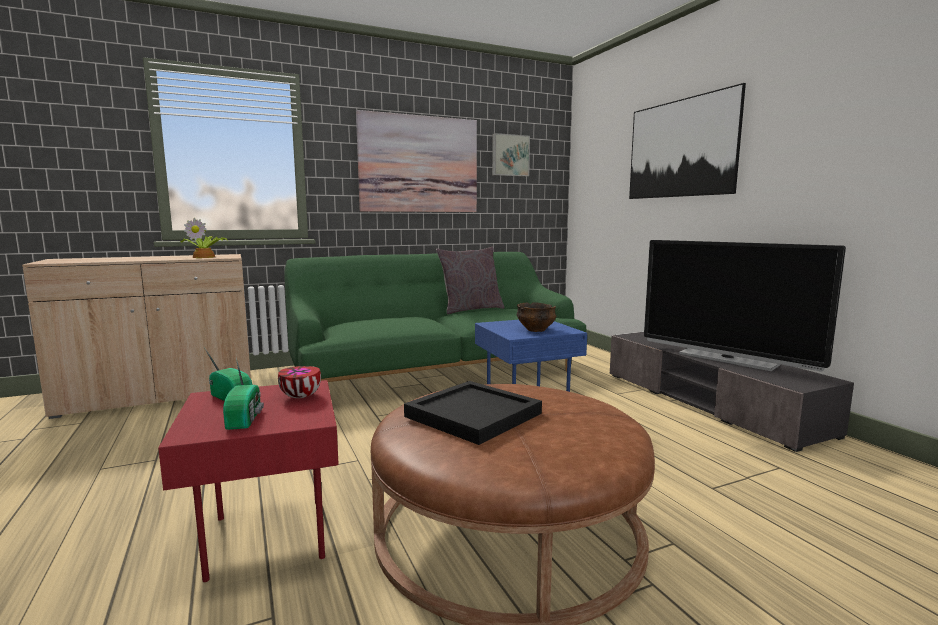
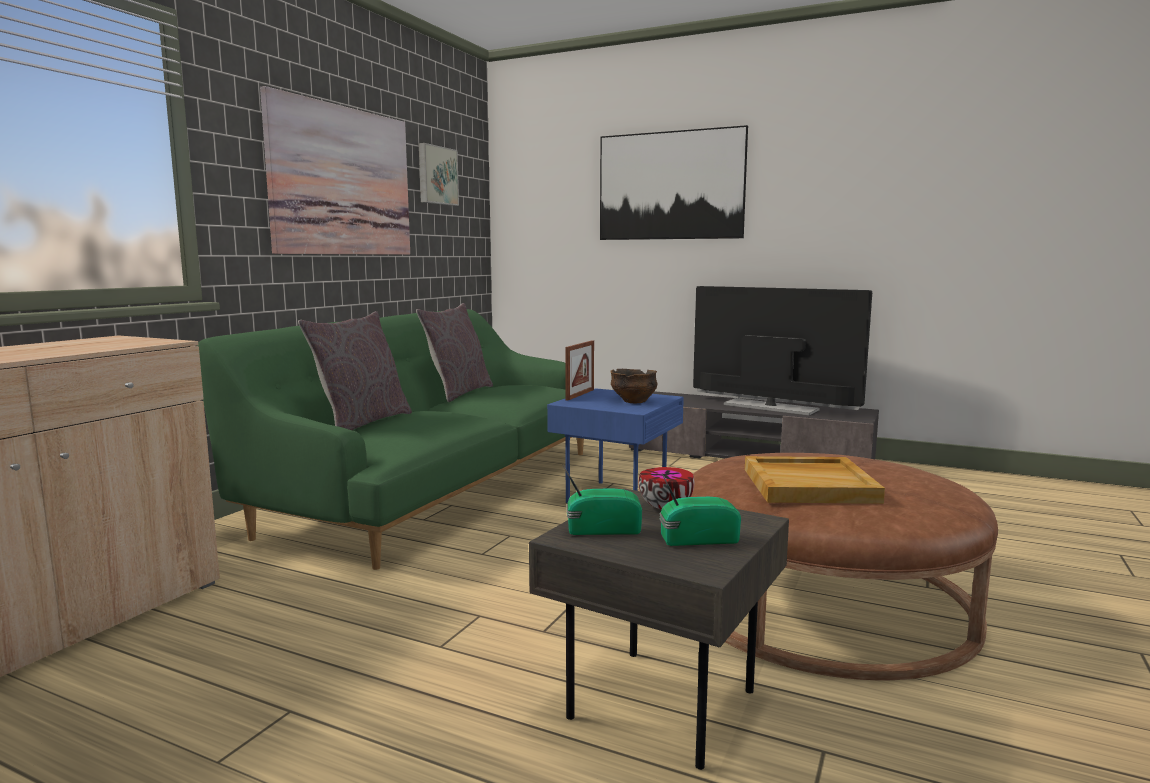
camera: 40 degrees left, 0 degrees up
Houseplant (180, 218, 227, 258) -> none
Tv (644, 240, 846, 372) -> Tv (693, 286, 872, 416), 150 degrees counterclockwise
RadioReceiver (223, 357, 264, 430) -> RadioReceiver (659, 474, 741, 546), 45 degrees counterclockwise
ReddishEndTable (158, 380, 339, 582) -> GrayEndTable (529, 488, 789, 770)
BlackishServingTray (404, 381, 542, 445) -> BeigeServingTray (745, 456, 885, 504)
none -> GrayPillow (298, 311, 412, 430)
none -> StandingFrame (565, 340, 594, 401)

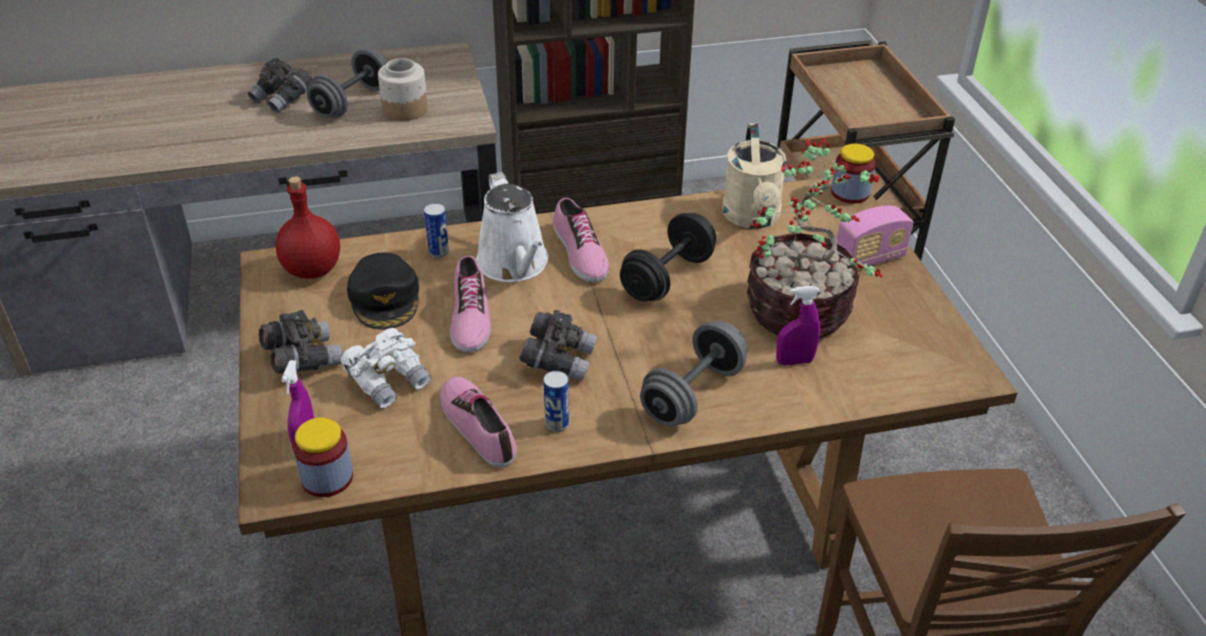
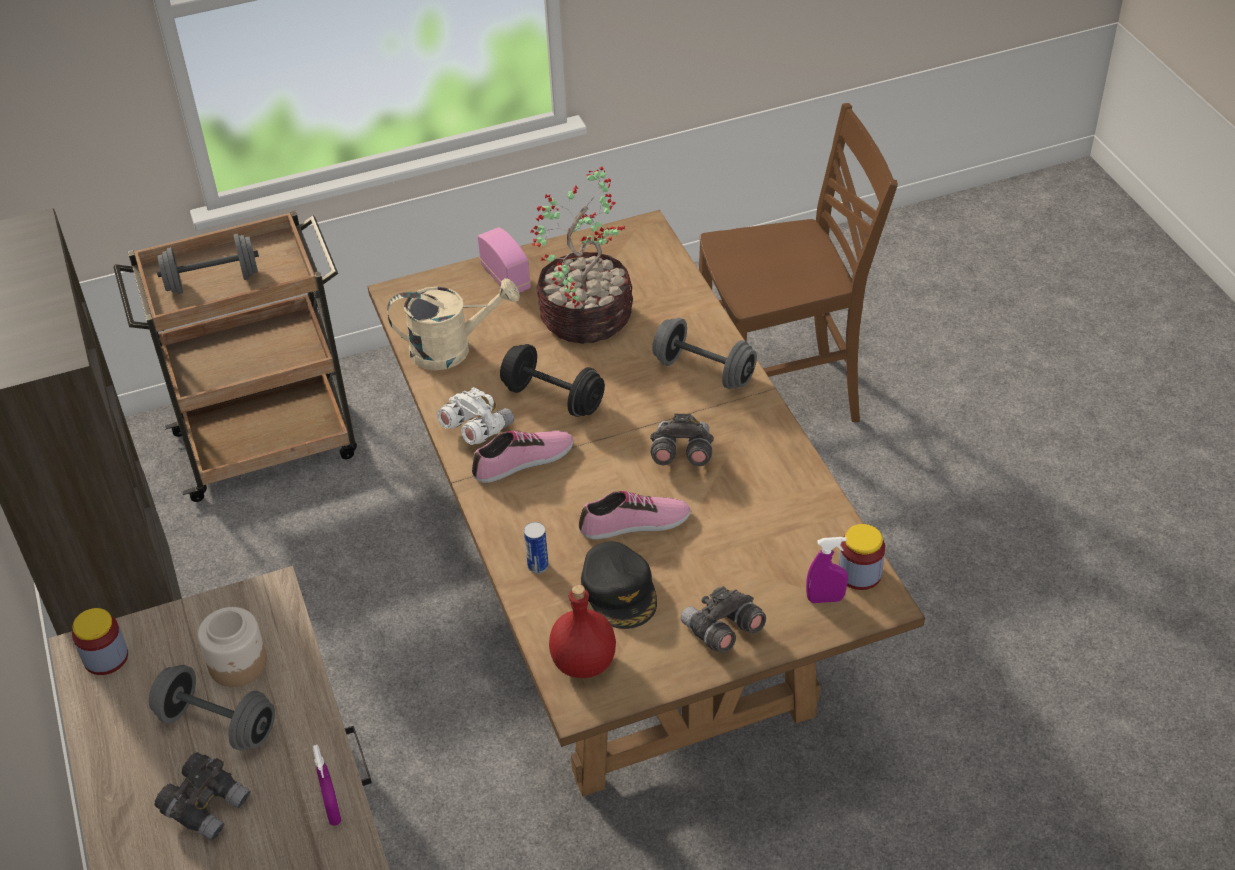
camera: 95 degrees left, 5 degrees up
Jar (831, 143, 876, 204) -> Jar (72, 608, 128, 675), relocated
WhitishWateringPot (476, 172, 548, 282) -> none
BlackishCap (347, 253, 419, 330) -> BlackishCap (581, 542, 657, 629), 90 degrees clockwise
PurplishHandSprayer (776, 286, 820, 366) -> PurplishHandSprayer (313, 745, 342, 826), relocated
WhitishPairOfBinoculars (340, 328, 432, 409) -> WhitishPairOfBinoculars (437, 387, 514, 445), relocated
MetalCan (544, 371, 569, 432) -> none
LowShoe (440, 377, 517, 467) -> none
none -> GrayHandWeight (157, 234, 259, 294)

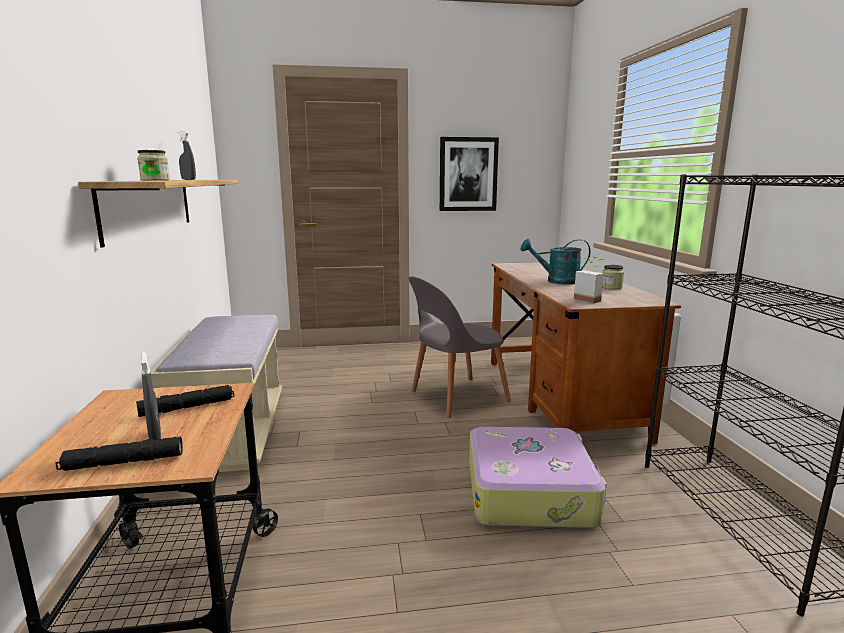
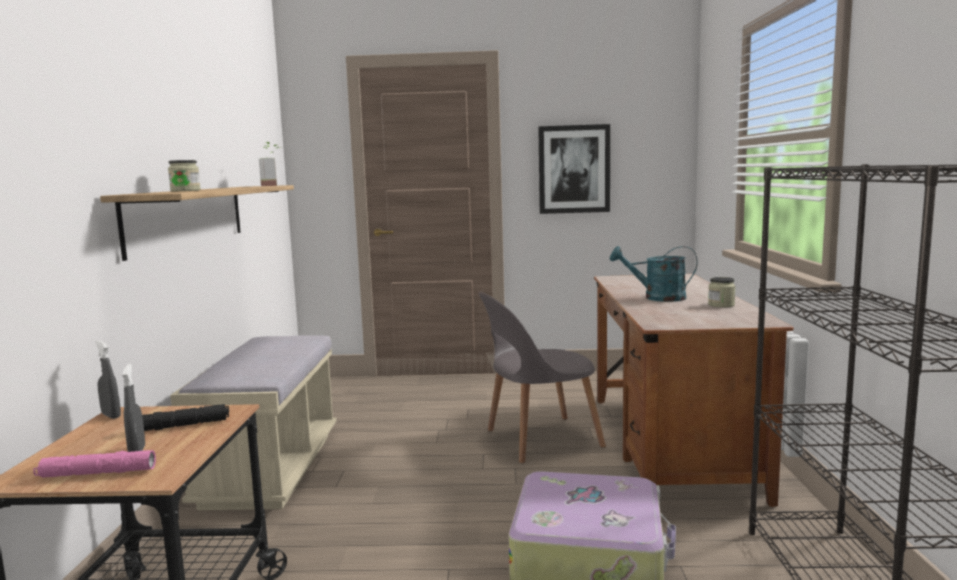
camera: 10 degrees right, 5 degrees down
GrayHandSprayer (178, 131, 196, 180) -> GrayHandSprayer (95, 341, 121, 419), relocated
Houseplant (574, 257, 605, 303) -> Houseplant (259, 142, 281, 186), relocated
BlackishFlashlight (55, 437, 183, 471) -> PinkFlashlight (33, 450, 156, 478)

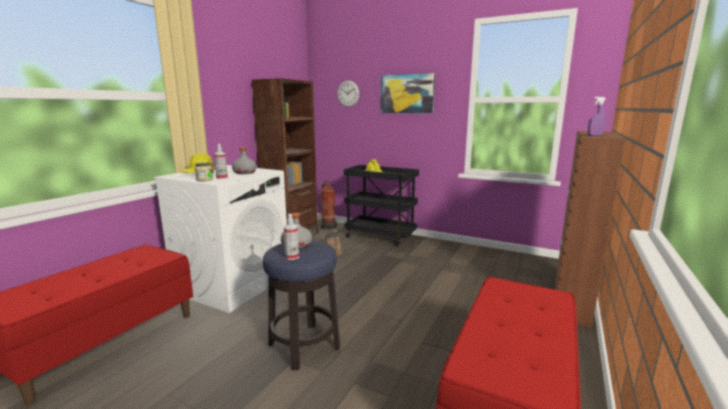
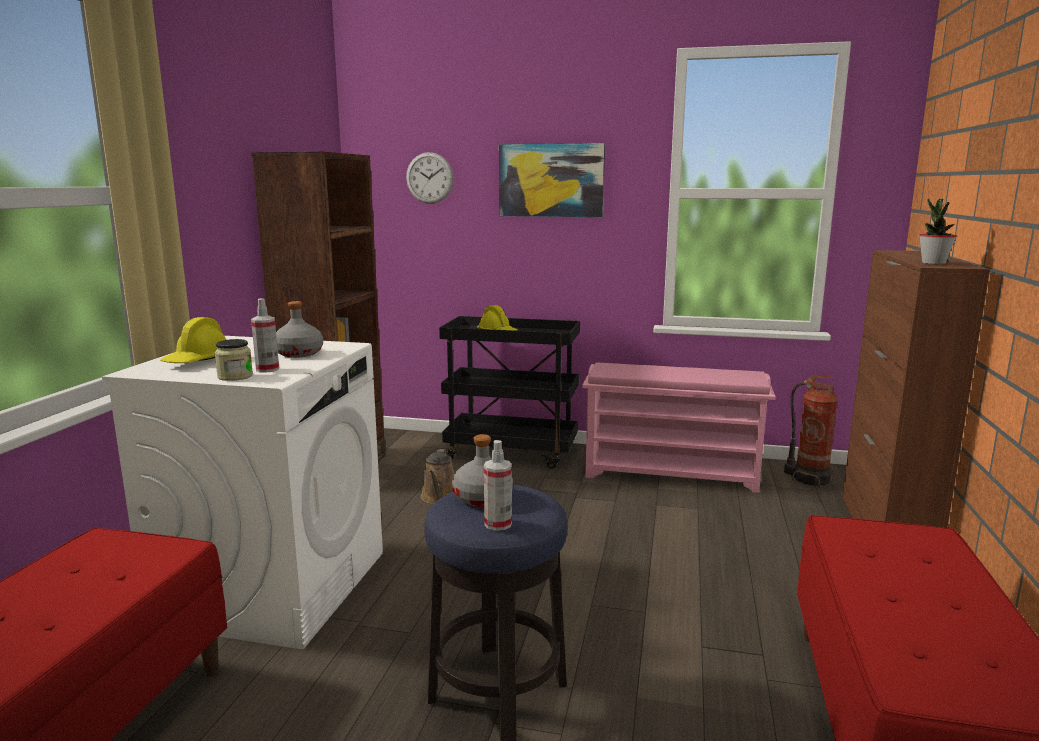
camera: 15 degrees left, 0 degrees up
PurplishHandSprayer (588, 97, 606, 136) -> Houseplant (919, 198, 957, 264)
FireExtinguisher (319, 181, 339, 230) -> FireExtinguisher (784, 375, 838, 488), relocated
none -> PinkShoeStand (582, 362, 776, 493)

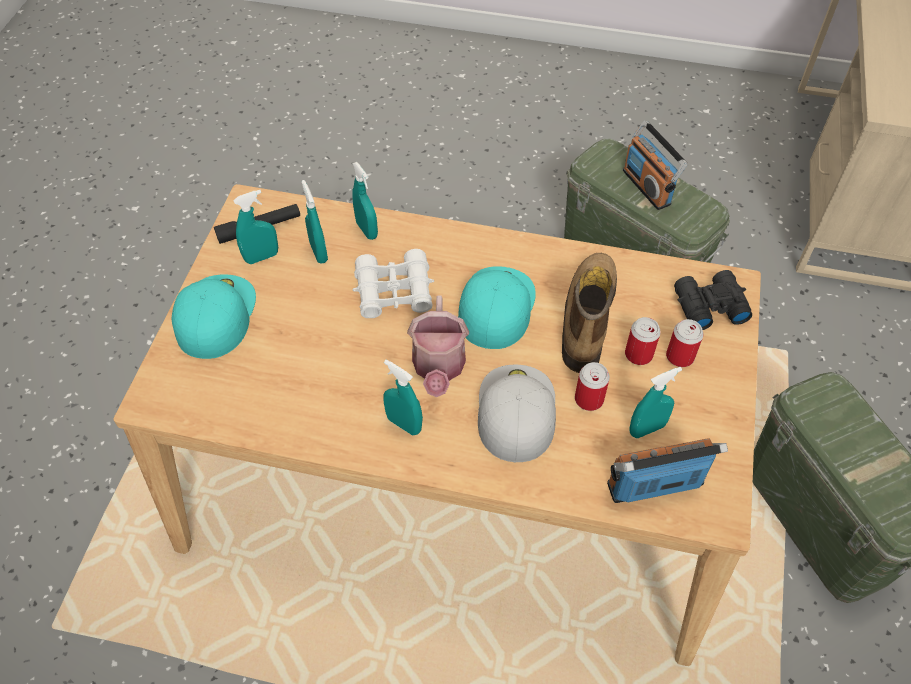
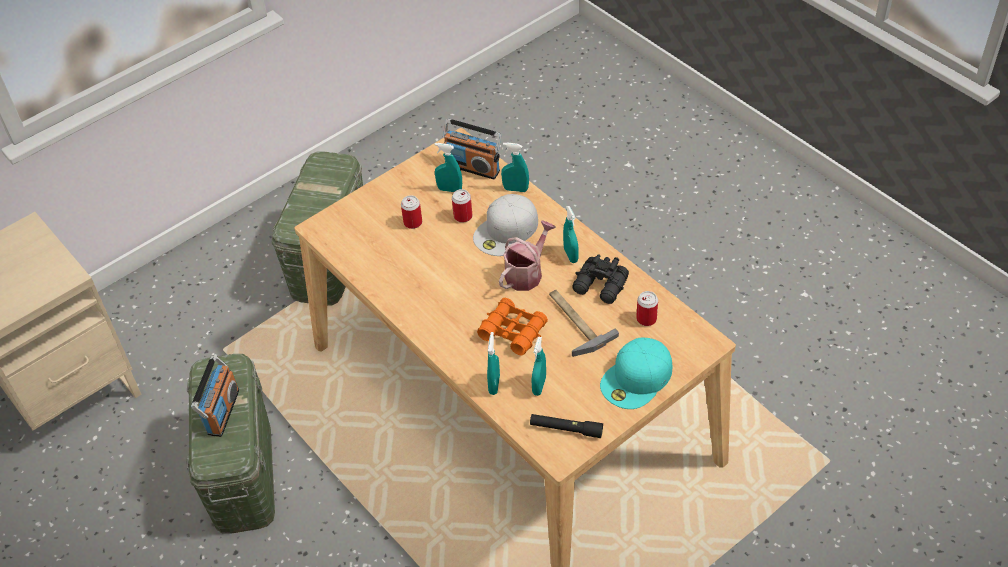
camera: 140 degrees left, 5 degrees down
BlueGreenHandSprayer (233, 190, 278, 264) -> BlueGreenHandSprayer (501, 142, 529, 192), relocated
WhitishPairOfBinoculars (353, 249, 434, 318) -> OrangeColouredPairOfBinoculars (477, 298, 548, 355)
Boot (562, 253, 617, 373) -> none
BlueGreenCap (458, 266, 536, 349) -> none
BlackishPairOfBinoculars (674, 270, 752, 330) -> BlackishPairOfBinoculars (572, 254, 629, 304), relocated
MetalCan (666, 319, 703, 367) -> MetalCan (636, 291, 658, 326), relocated
none -> ToolHammer (549, 290, 619, 357)

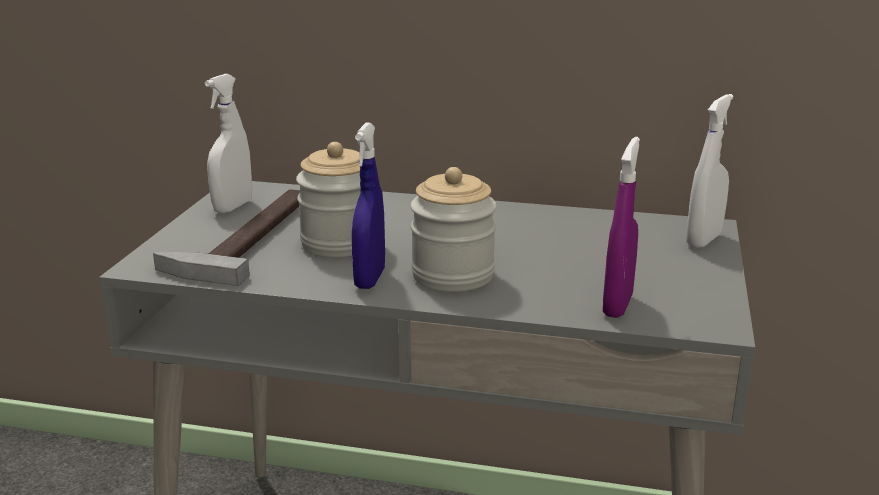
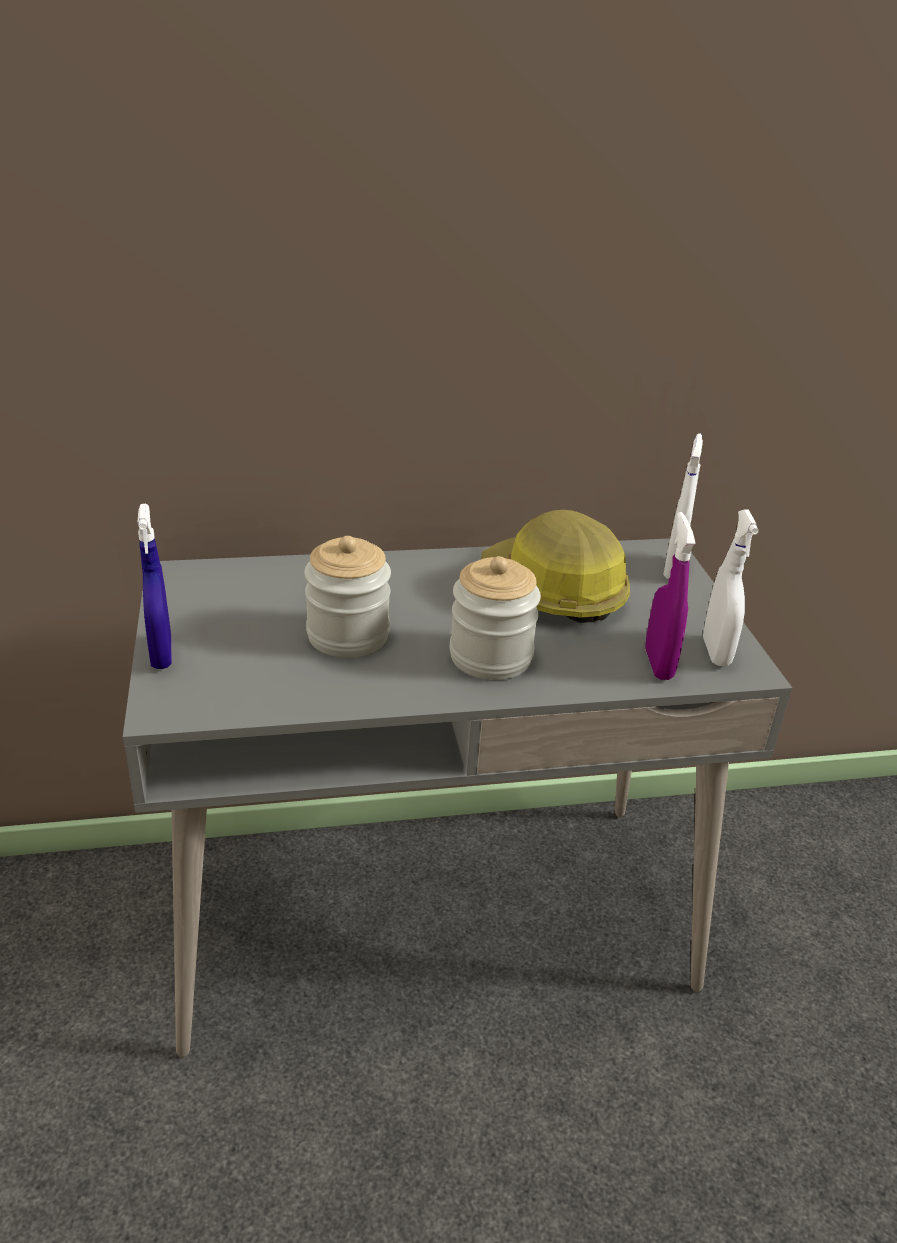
camera: 25 degrees left, 10 degrees up
WhitishHandSprayer (205, 74, 252, 213) -> WhitishHandSprayer (703, 509, 759, 666), relocated
BlueColouredHandSprayer (352, 123, 385, 289) -> BlueColouredHandSprayer (138, 504, 172, 669), relocated
ToolHammer (153, 189, 300, 286) -> none
none -> SafetyHelmet (481, 510, 630, 623)

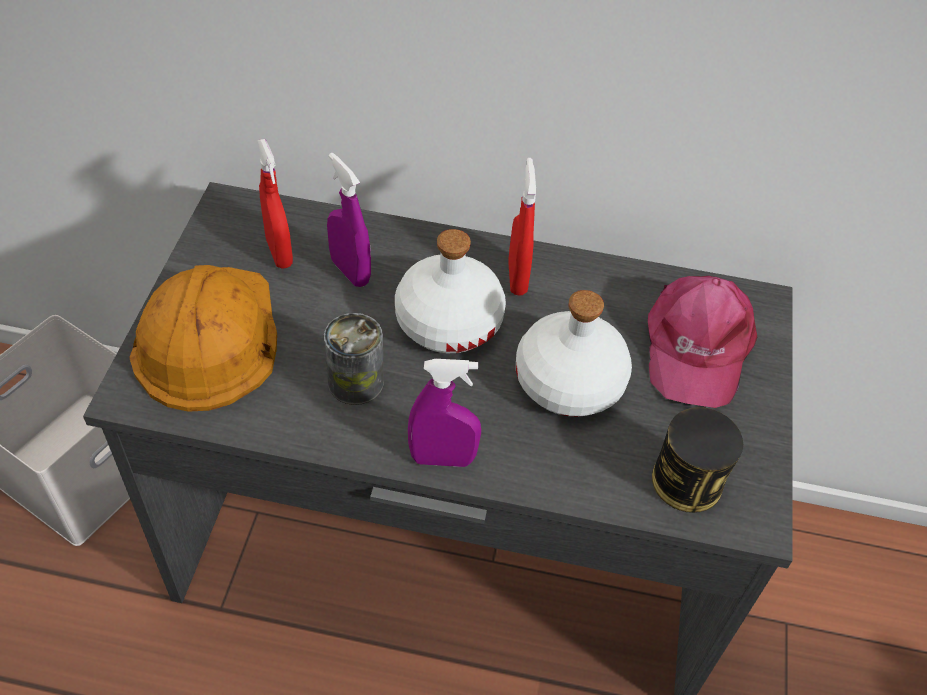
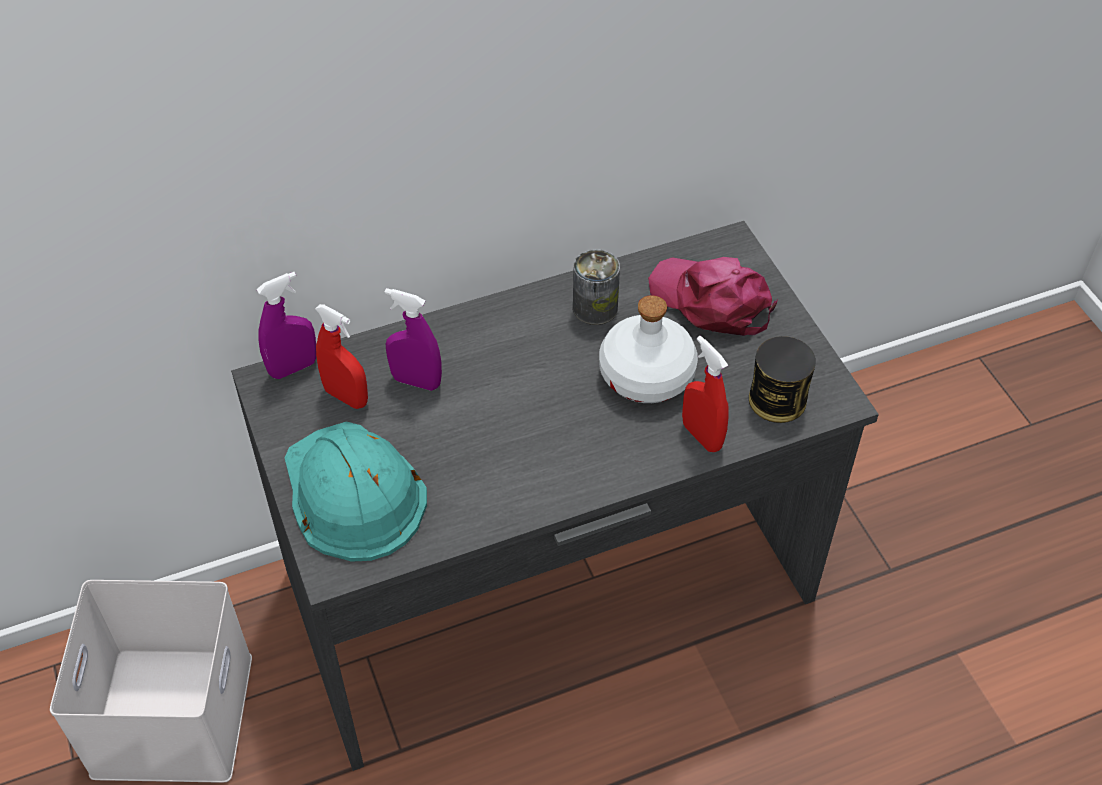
camera: 30 degrees left, 0 degrees up
ReddishHandSprayer (508, 158, 536, 296) -> ReddishHandSprayer (682, 336, 729, 452), relocated
WhitishDrinkBottle (395, 229, 506, 353) -> none
OrangeColouredSafetyHelmet (129, 265, 277, 412) -> BlueGreenSafetyHelmet (285, 421, 427, 562)
PinkCap (648, 276, 757, 408) -> PinkCap (648, 257, 778, 336), 150 degrees clockwise
MetalCan (324, 313, 384, 405) -> MetalCan (573, 249, 620, 325), relocated
PurplishHandSprayer (408, 359, 481, 467) -> PurplishHandSprayer (256, 272, 316, 379), relocated

